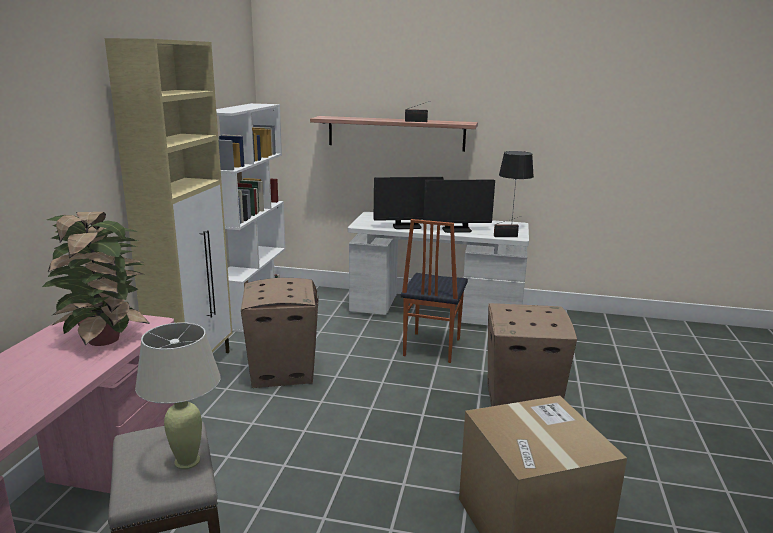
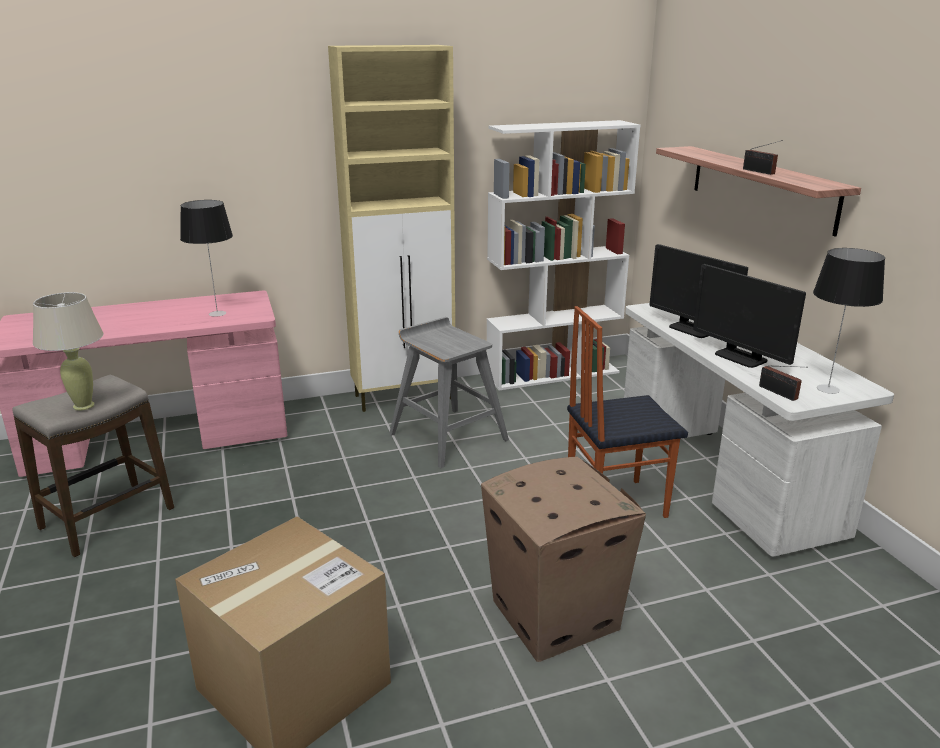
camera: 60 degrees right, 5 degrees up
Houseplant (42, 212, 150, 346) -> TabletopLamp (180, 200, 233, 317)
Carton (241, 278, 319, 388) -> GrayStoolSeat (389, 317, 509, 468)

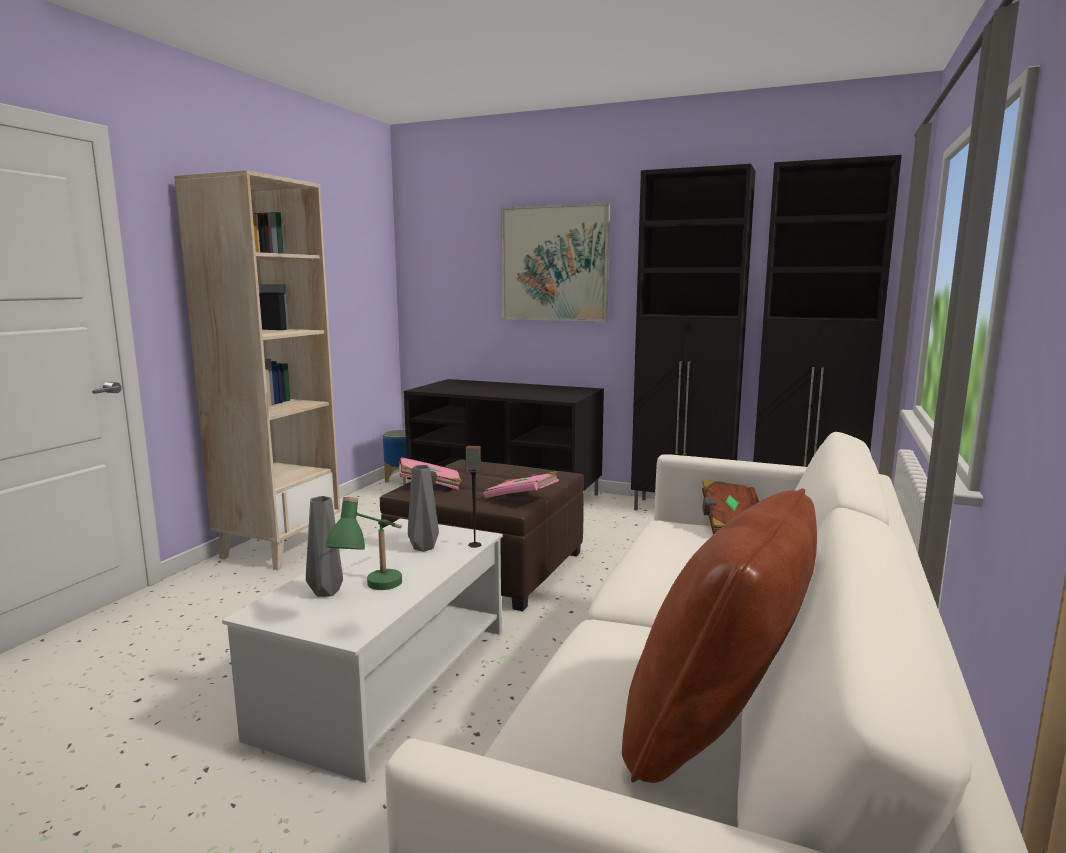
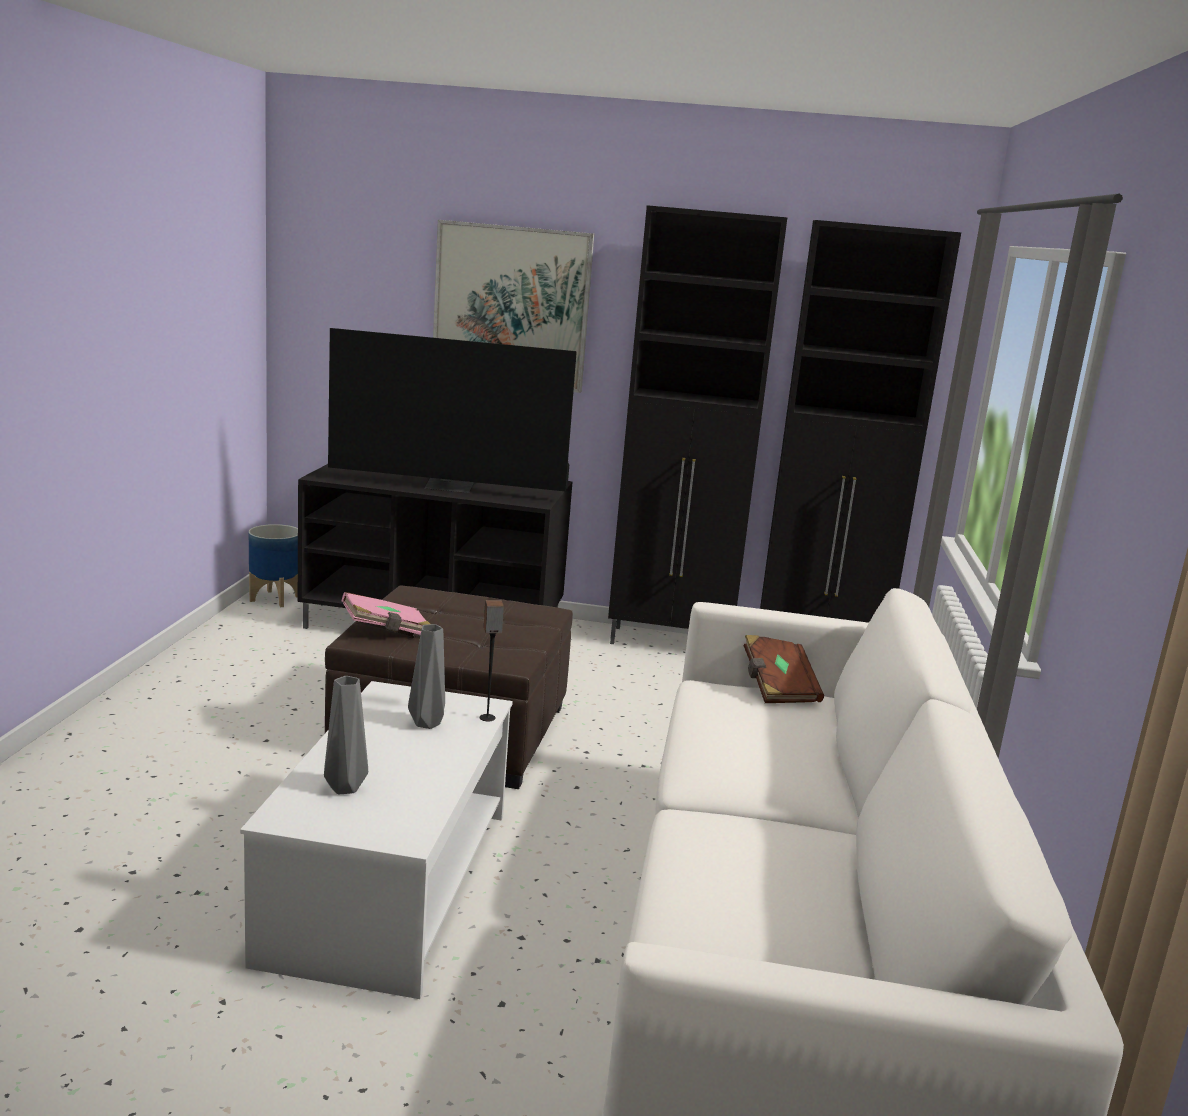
camera: 15 degrees left, 5 degrees up
BeigeBookcase (174, 170, 340, 570) -> none
PinkBook (483, 471, 559, 498) -> none
BrownColouredPillow (622, 488, 817, 783) -> none
GreenishTabletopLamp (325, 497, 402, 590) -> none
none -> Tv (328, 328, 577, 493)

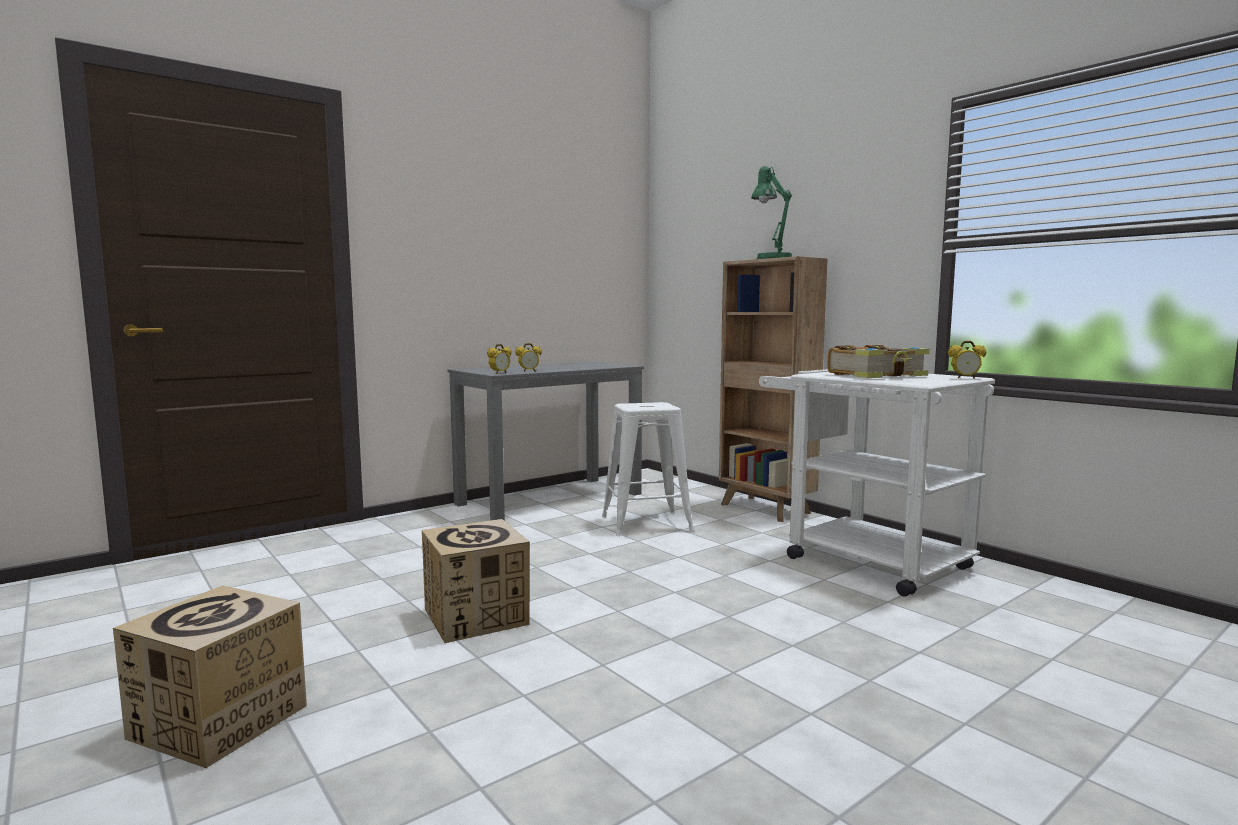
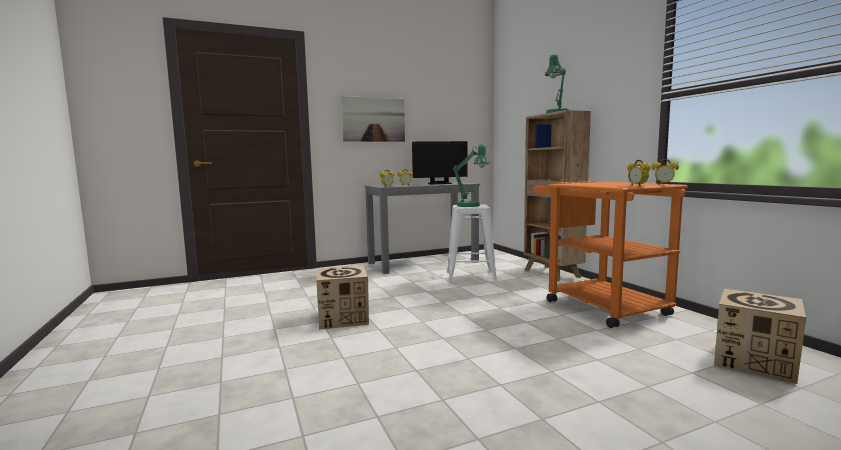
camera: 15 degrees right, 0 degrees up
Book (828, 345, 930, 378) -> none
WhitishWheeledCart (759, 369, 995, 597) -> OrangeColouredWheeledCart (533, 181, 688, 328)
Carton (113, 585, 307, 768) -> Carton (714, 289, 806, 384), relocated
none -> WallArt (341, 96, 405, 142)
none -> ComputerScreen (412, 141, 468, 184)
none -> GreenishTabletopLamp (453, 144, 490, 207)
none -> BedsideClock (627, 160, 651, 187)

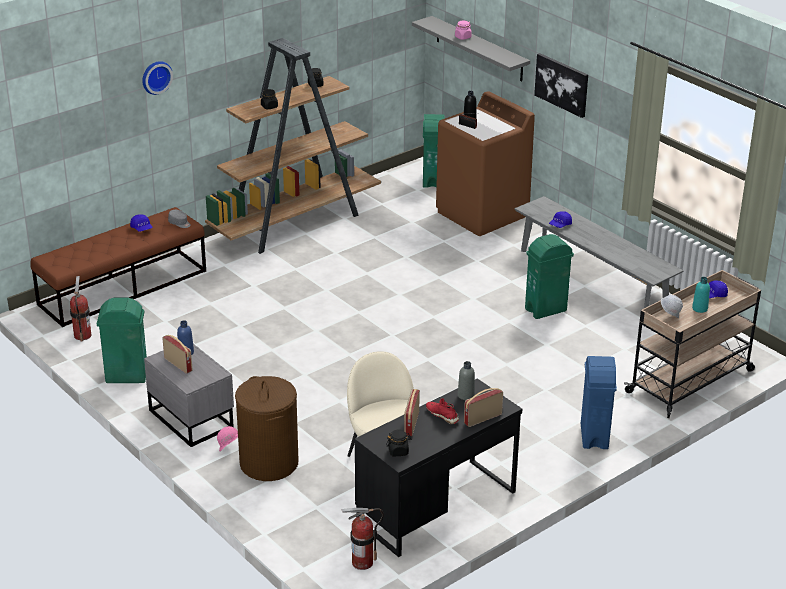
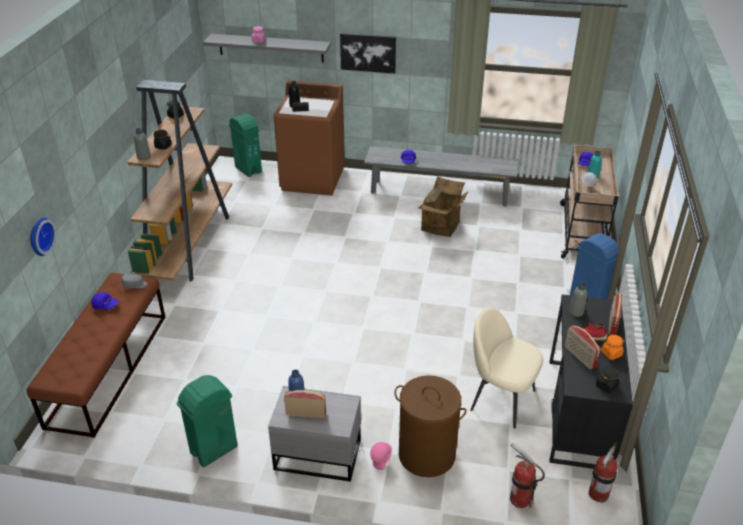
camera: 40 degrees left, 5 degrees up
WallClock (142, 61, 173, 95) -> WallClock (31, 217, 56, 256), relocated
GreenishWasteBin (525, 234, 574, 319) -> Carton (418, 176, 469, 237)
FireExtinguisher (70, 276, 91, 342) -> FireExtinguisher (510, 443, 545, 508), relocated
none -> GrayDrinkBottle (134, 128, 151, 161)
none -> OrangeColouredJar (601, 335, 624, 360)

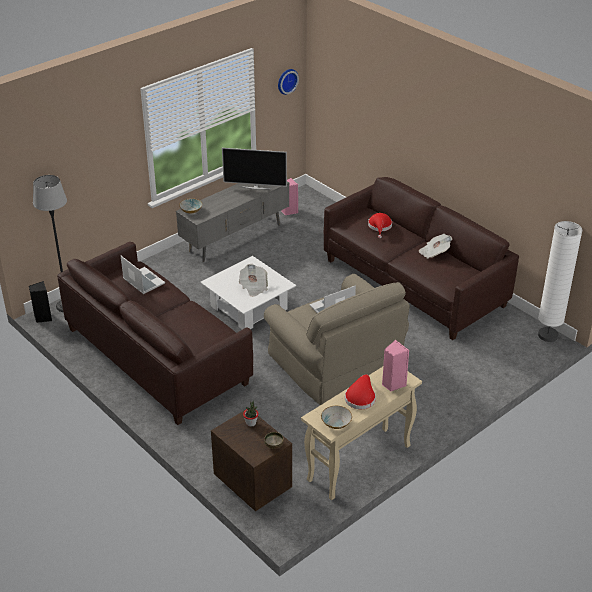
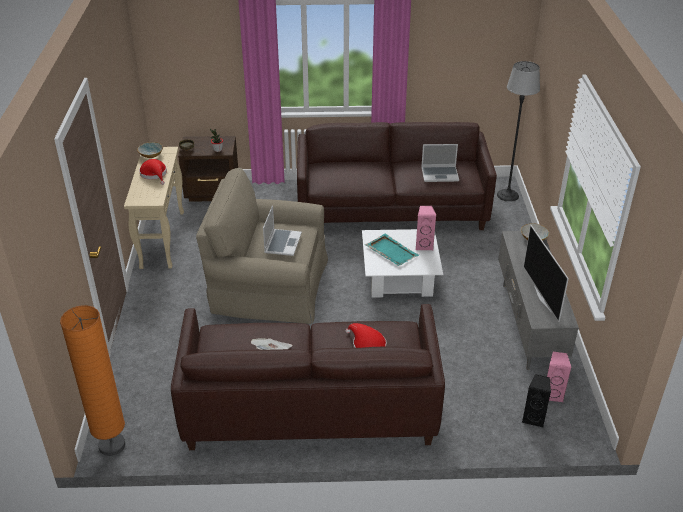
camera: 130 degrees right, 0 degrees up
WallClock (278, 69, 299, 95) -> none
Tv (222, 148, 287, 189) -> Tv (523, 225, 569, 322), 60 degrees counterclockwise
WhitishStandardLamp (538, 221, 582, 342) -> OrangeColouredStandardLamp (60, 305, 125, 456)
PrintedPaper (239, 264, 268, 297) -> BlueGreenServingTray (365, 234, 419, 266)
BlackishLoudspeaker (29, 281, 52, 323) -> BlackishLoudspeaker (522, 374, 551, 428), relocated
PinkLoudspeaker (382, 340, 410, 392) -> PinkLoudspeaker (416, 206, 437, 250), relocated

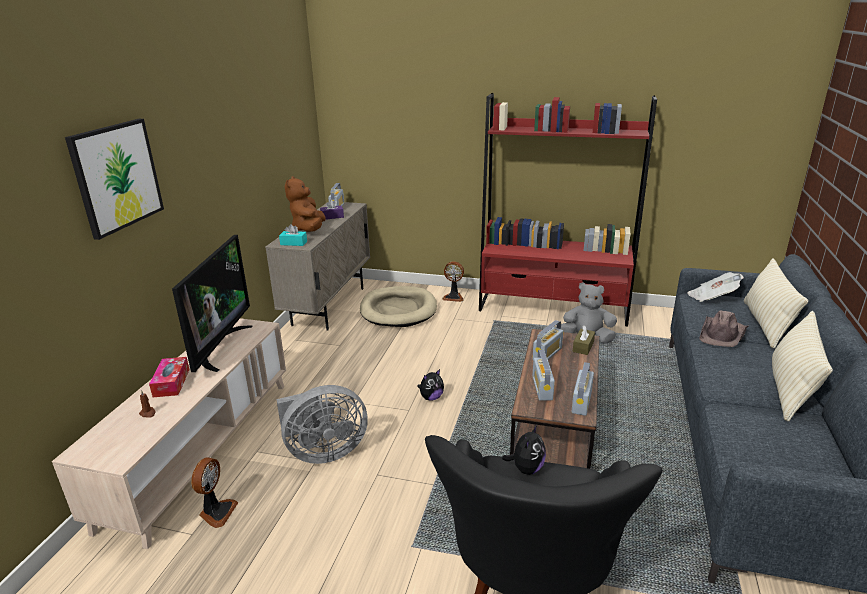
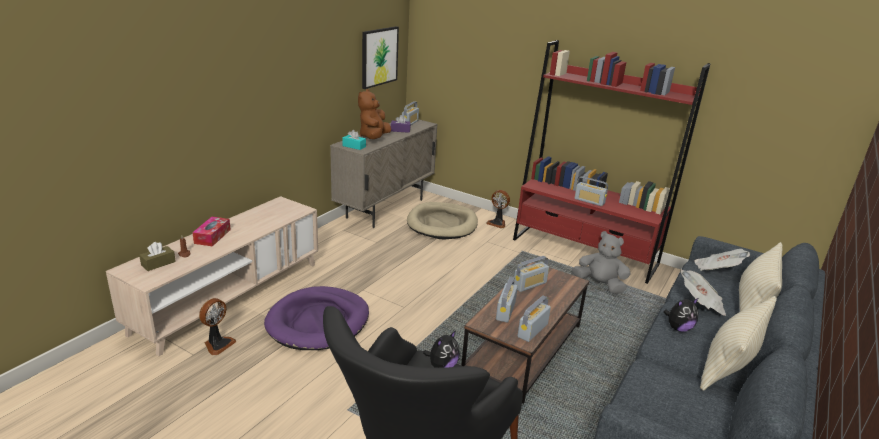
camera: 15 degrees right, 0 degrees up
WallArt (65, 119, 164, 240) -> WallArt (362, 26, 399, 89), relocated
Tv (172, 235, 252, 372) -> none
BrownColouredHat (699, 311, 748, 347) -> PrintedPaper (681, 270, 726, 316)
BrownColouredTissueBox (573, 325, 595, 355) -> BrownColouredTissueBox (139, 242, 176, 271), relocated
CuddlyToy (417, 369, 444, 401) -> CuddlyToy (664, 298, 698, 332), relocated
GrayCoolingFan (276, 385, 368, 464) -> PurplishPetBed (264, 286, 369, 350)
none -> RadioReceiver (575, 176, 608, 206)

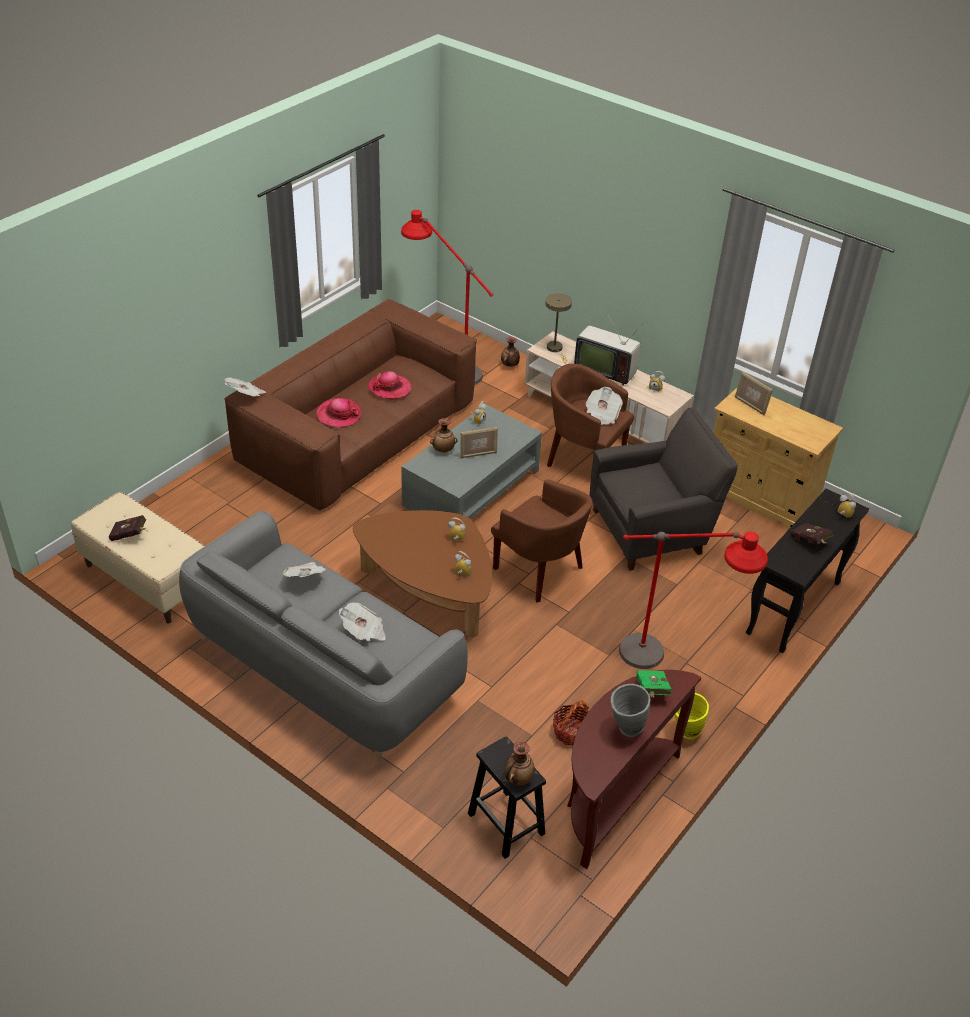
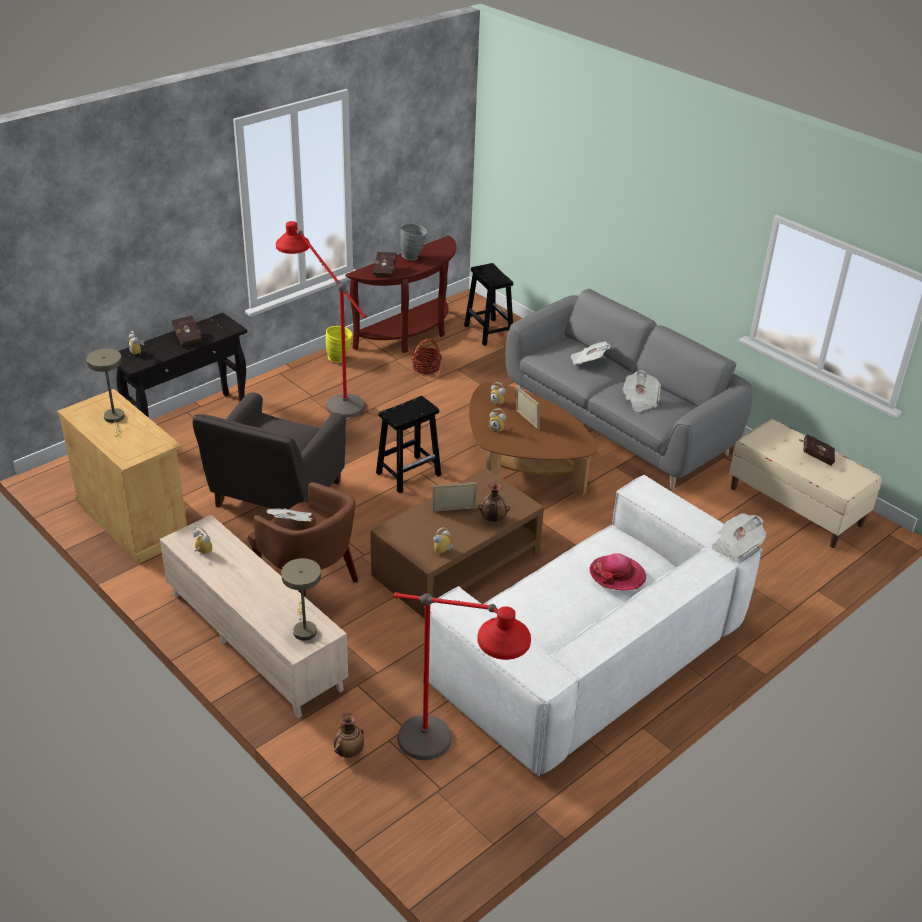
camera: 170 degrees left, 5 degrees down
BrownColouredSettee (224, 299, 477, 510) -> WhitishSettee (424, 475, 763, 776)
Tv (574, 315, 641, 386) -> none
Hat (368, 371, 411, 400) -> none
StandingFrame (735, 371, 773, 415) -> StandingFrame (515, 385, 540, 430), relocated
GrayCoffeeTable (401, 405, 542, 519) -> BrownColouredCoffeeTable (370, 468, 544, 619)
GrayArmchair (589, 407, 738, 571) -> GrayArmchair (192, 392, 346, 509), 60 degrees counterclockwise
BrownColouredArmchair (491, 479, 593, 603) -> BlackishStoolSeat (376, 396, 441, 493)
GreenishBook (637, 670, 671, 698) -> ReddishBook (373, 252, 397, 277)
DecorativeVase (505, 742, 535, 785) -> none
none -> BeigeTabletopLamp (87, 349, 125, 437)

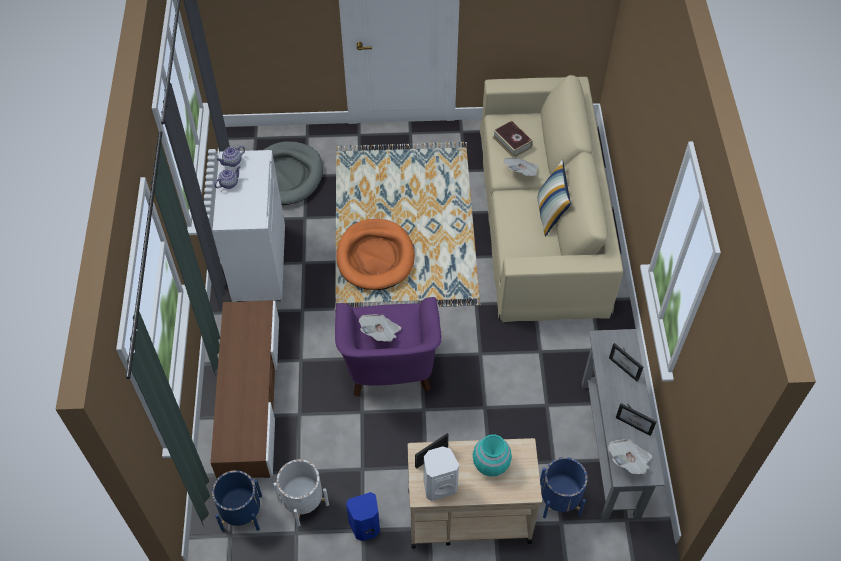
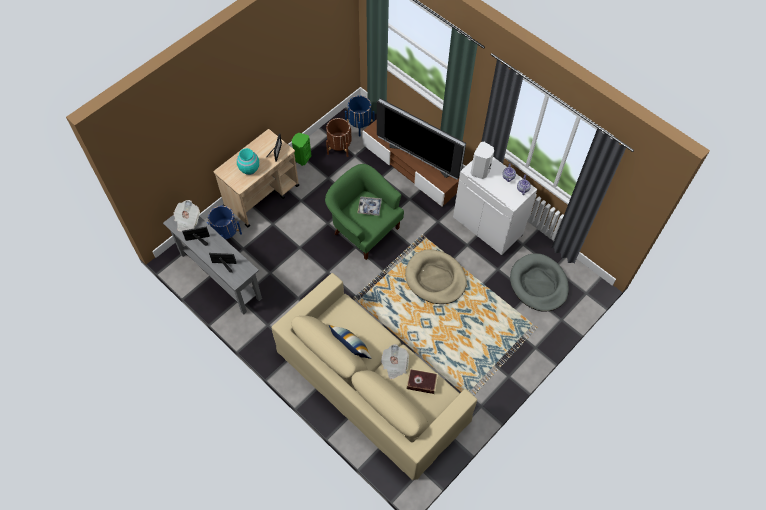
camera: 135 degrees right, 5 degrees up
OrangeColouredPetBed (336, 219, 415, 290) -> BeigePetBed (405, 249, 467, 304)
PurplishArmchair (335, 297, 442, 397) -> GreenishArmchair (325, 164, 404, 260)
PrintedPaper (359, 314, 402, 342) -> ServingTray (357, 197, 382, 216)
WhitishLoudspeaker (424, 446, 459, 501) -> WhitishLoudspeaker (471, 142, 494, 179), relocated
WhitishPlantPot (274, 459, 329, 527) -> BrownColouredPlantPot (326, 118, 352, 157)
BlueColouredLoudspeaker (346, 492, 380, 541) -> GreenishLoudspeaker (292, 133, 311, 166)
none -> Tv (377, 98, 466, 180)

